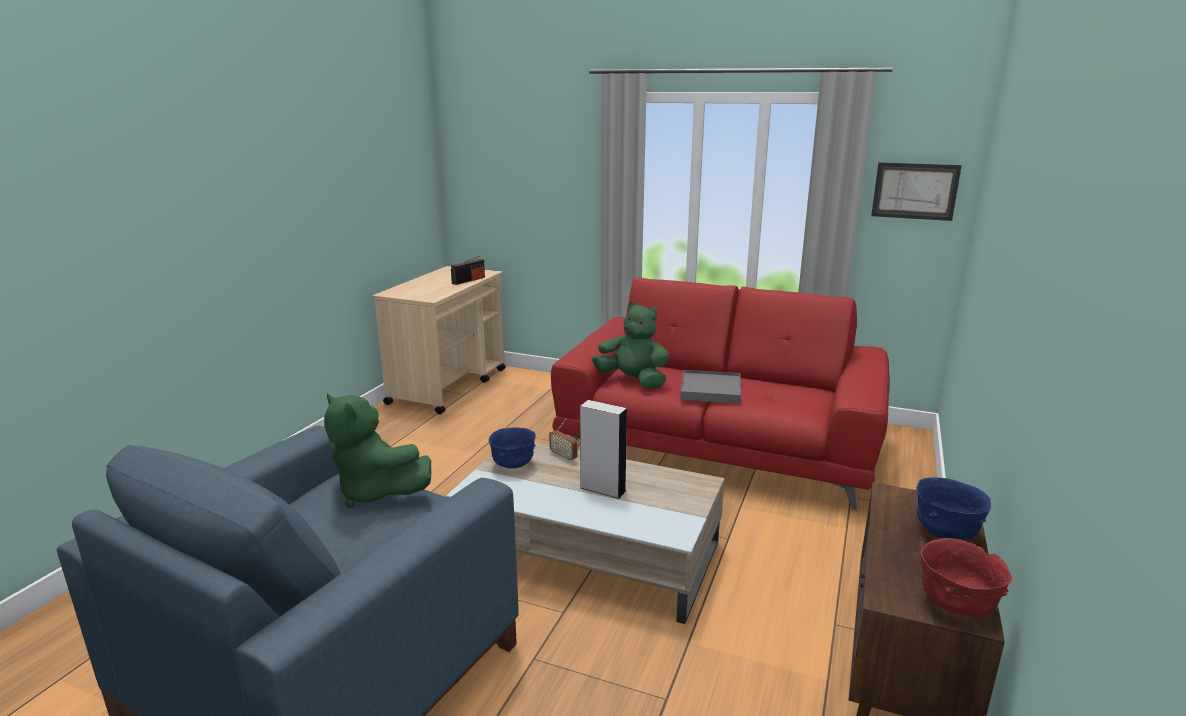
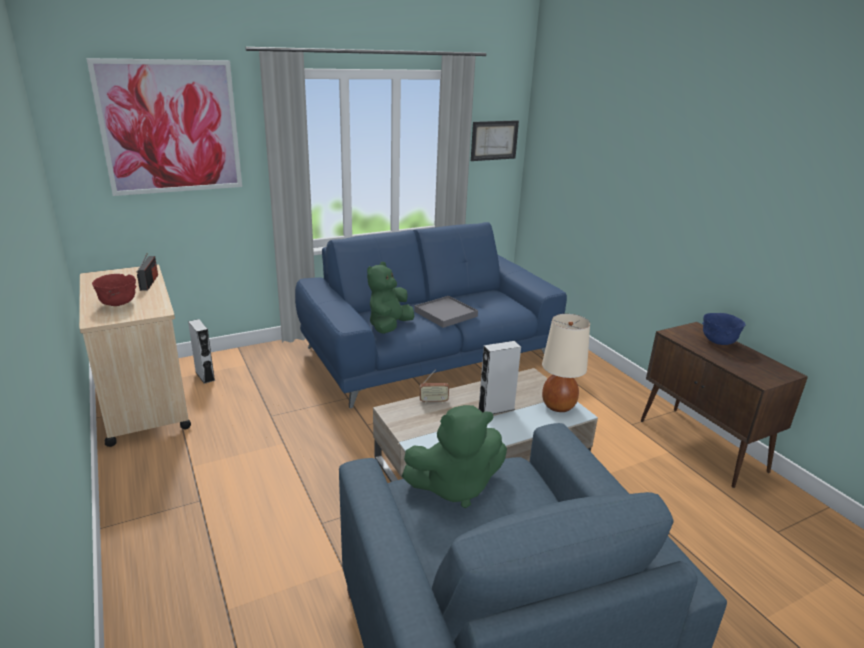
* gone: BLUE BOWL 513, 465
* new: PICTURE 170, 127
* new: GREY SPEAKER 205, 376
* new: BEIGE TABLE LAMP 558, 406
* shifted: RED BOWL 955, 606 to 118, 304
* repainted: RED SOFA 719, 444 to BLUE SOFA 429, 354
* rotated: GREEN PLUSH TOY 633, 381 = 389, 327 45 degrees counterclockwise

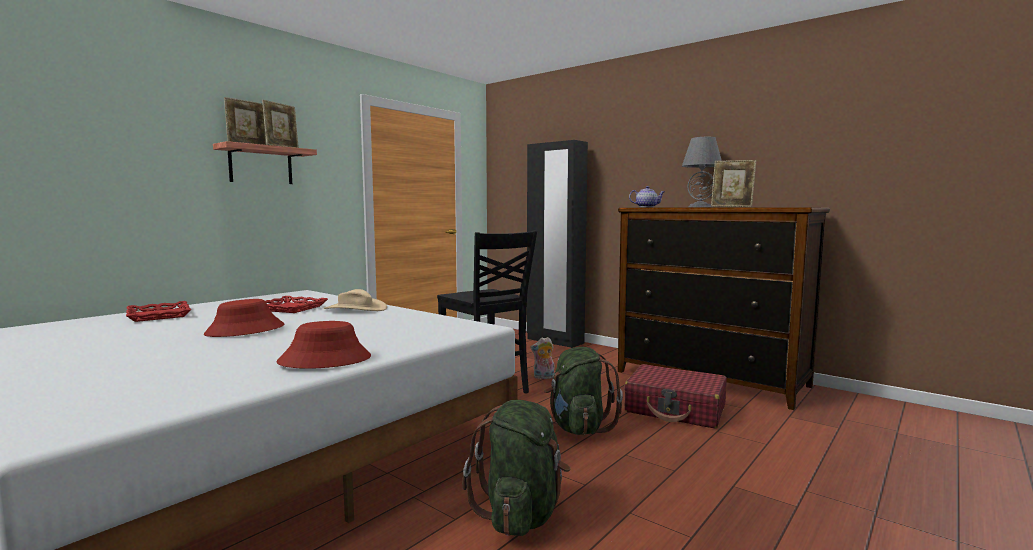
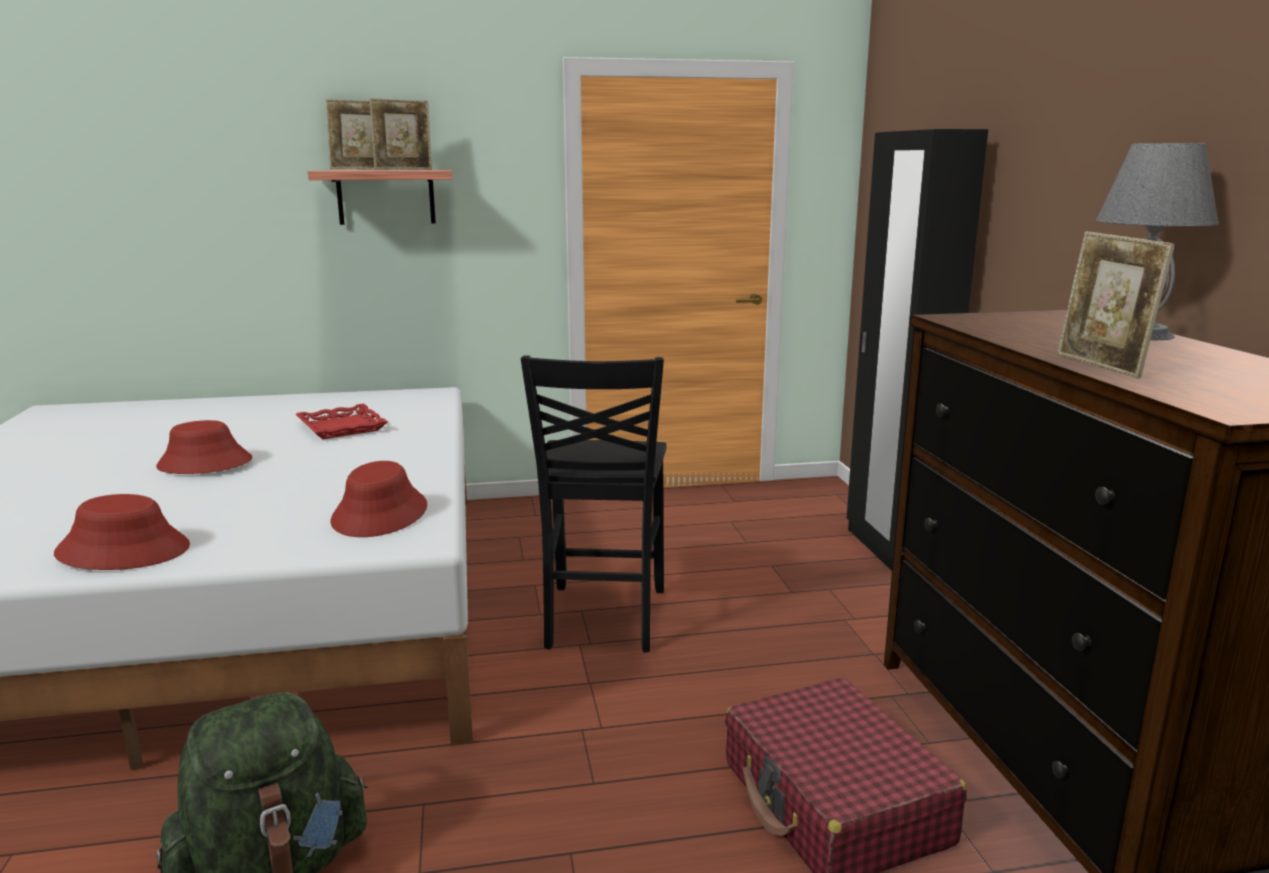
* gone: RED TRAY 158, 315
* gone: BEIGE HAT 355, 309
* gone: PLUSH TOY 543, 377
* gone: GREEN BACKPACK 578, 427
* gone: TEAPOT 646, 207
* new: RED HAT 380, 514

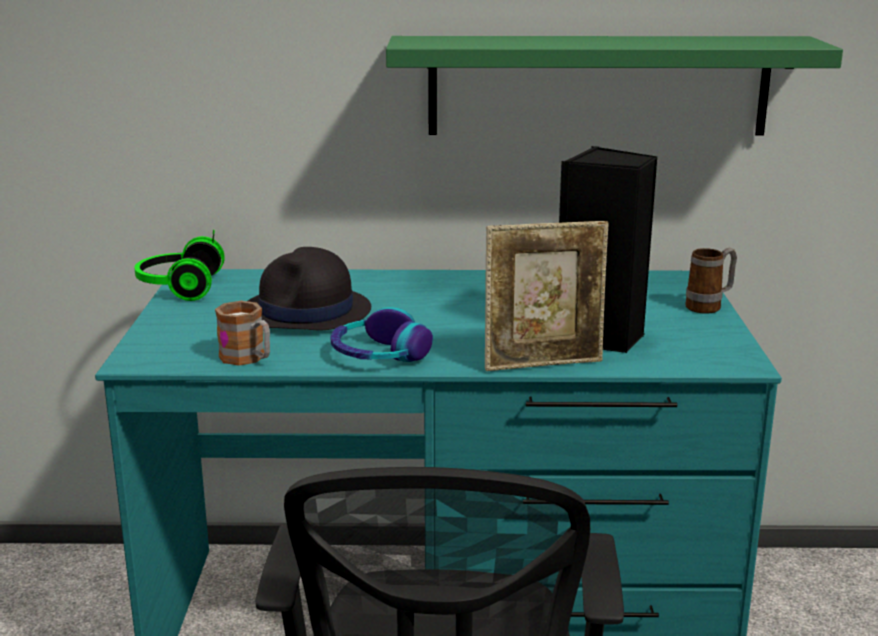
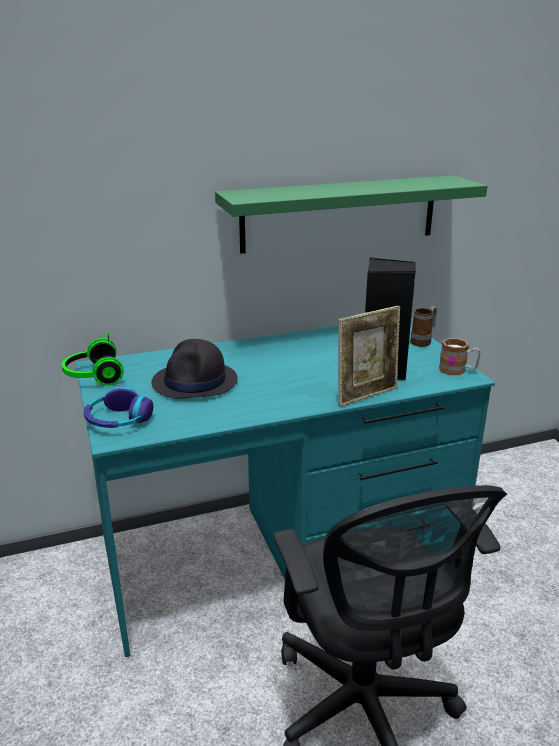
* shifted: MUG 248, 359 to 458, 370
* shifted: HEADPHONES 379, 354 to 118, 420

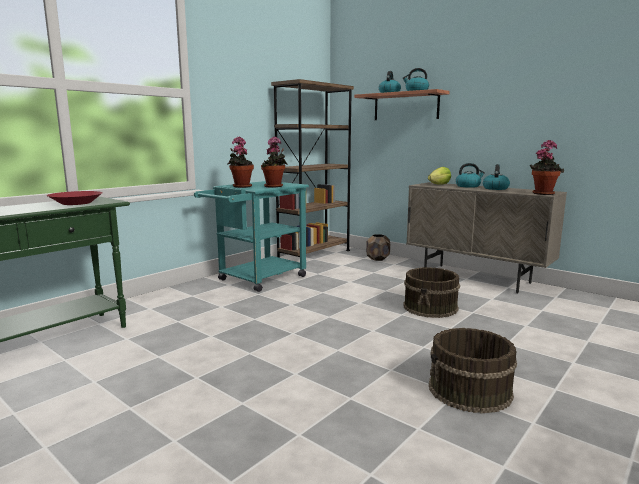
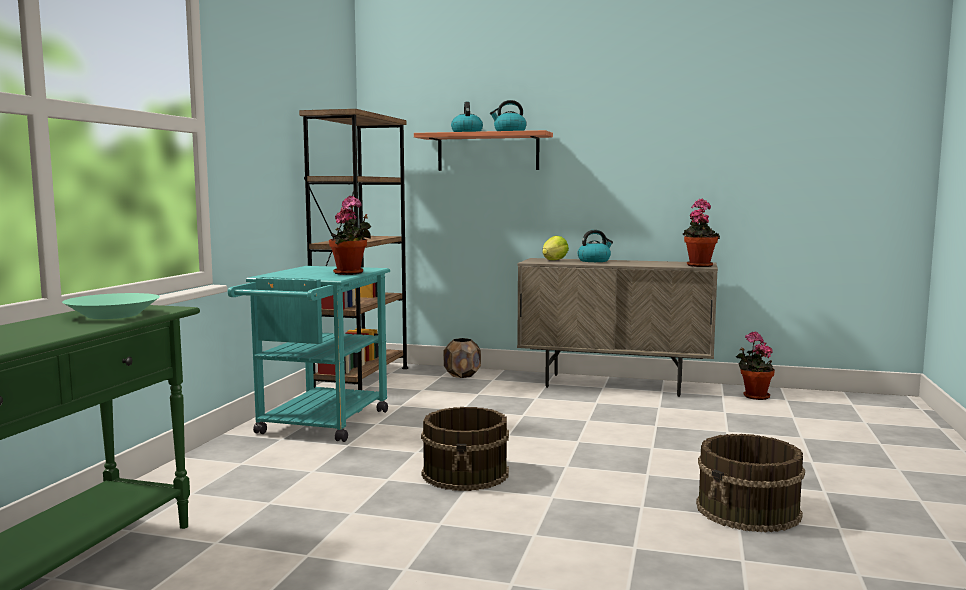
* gone: KETTLE 495, 188
* shifted: POTTED PLANT 241, 186 to 753, 396
* shifted: BROWN BUCKET 431, 307 to 466, 473
* repainted: RED BOWL 76, 203 to TURQUOISE BOWL 112, 315

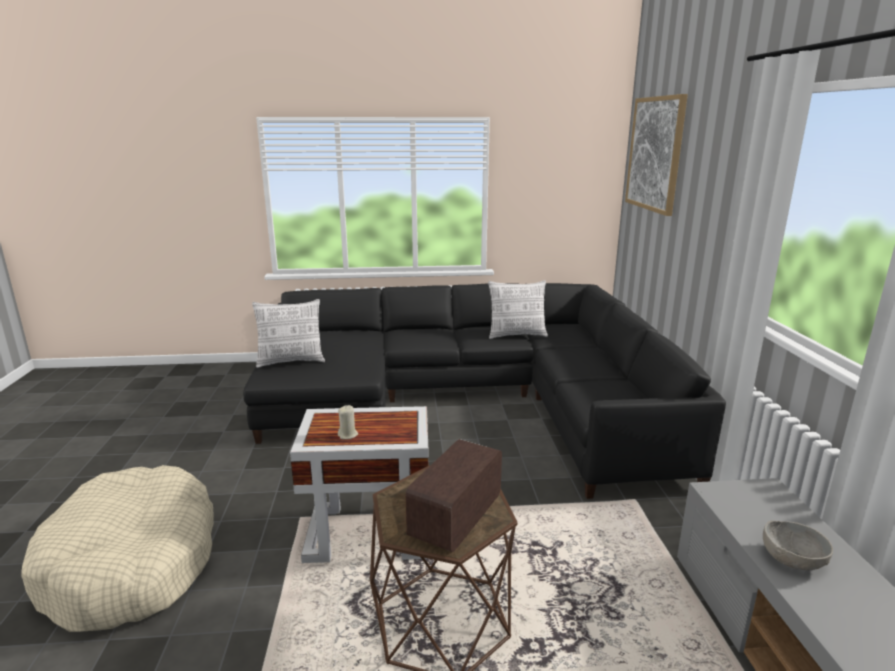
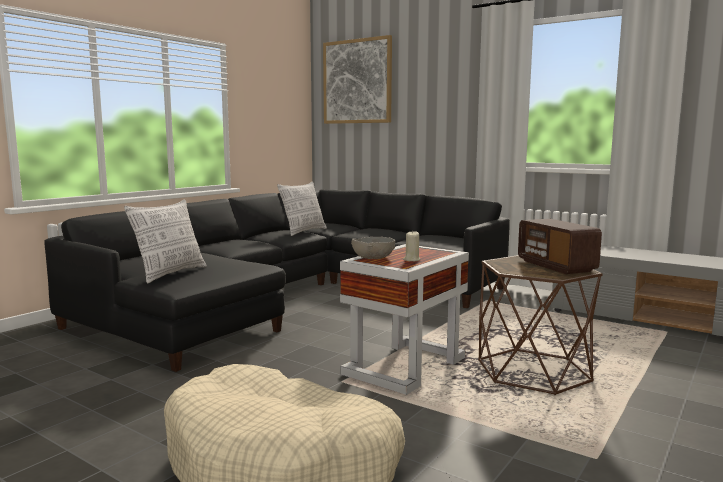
* shifted: GREY BOWL 792, 559 to 373, 257

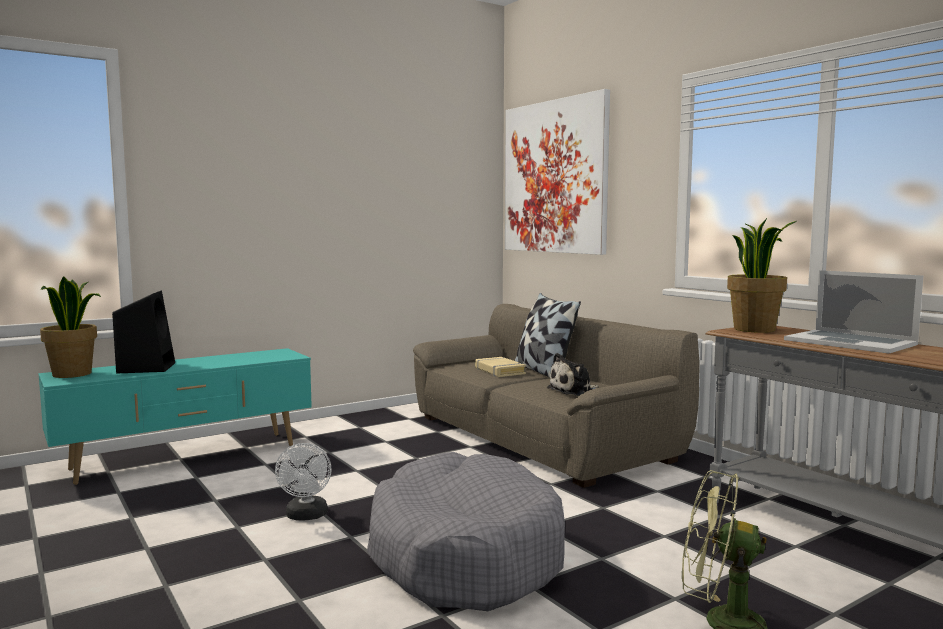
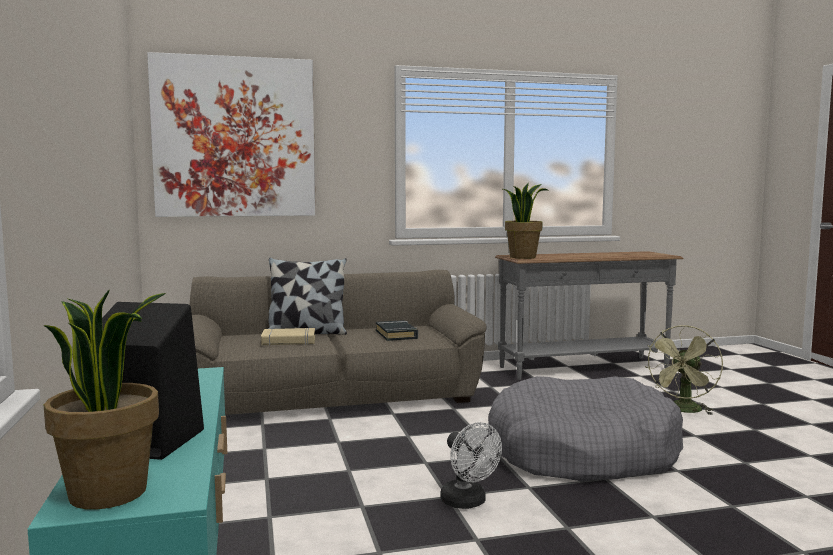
* gone: LAPTOP 850, 342
* swapped: PLUSH TOY 574, 391 to BLACK BOOK 396, 334
* rotated: WHITE FAN 306, 516 = 468, 502 45 degrees clockwise

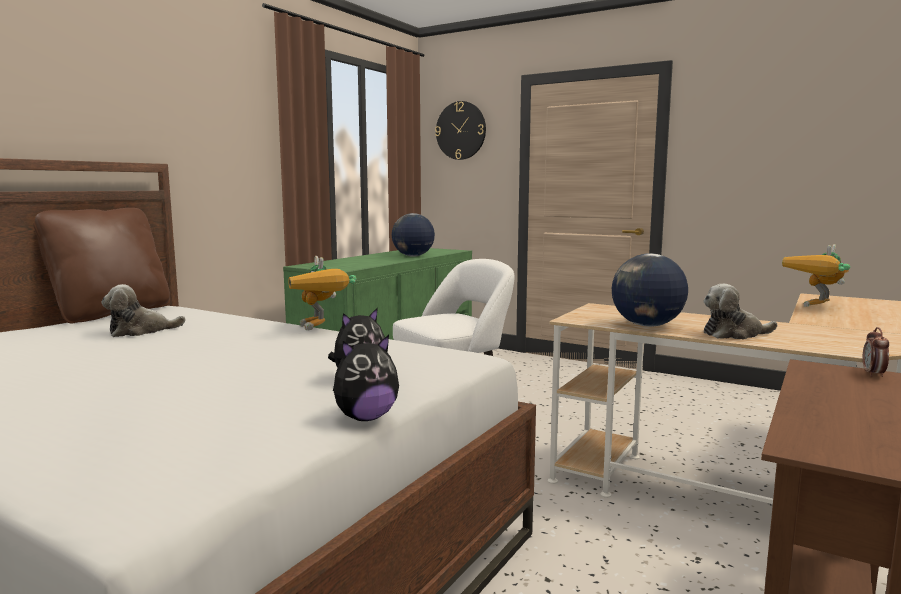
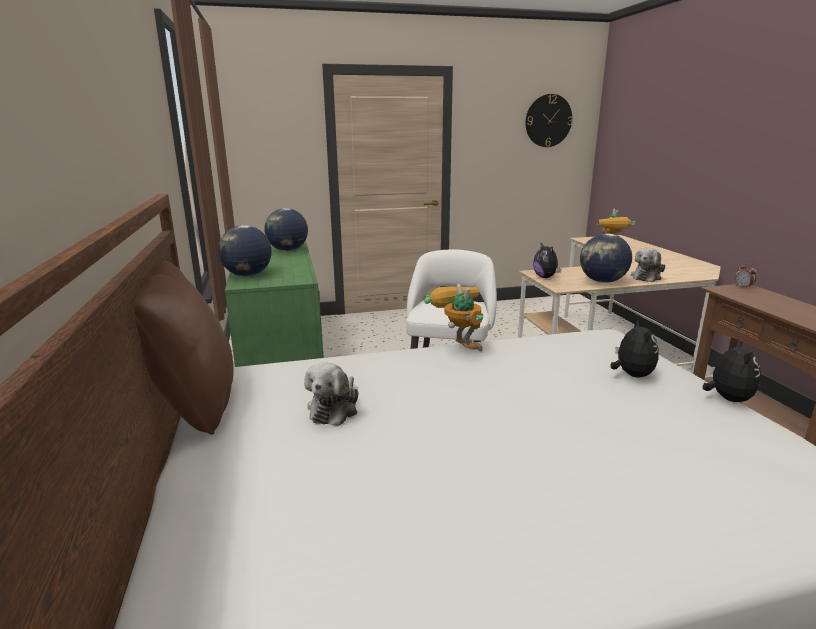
* new: GLOBE 247, 275
* new: PLUSH TOY 545, 277
* shifted: WALL CLOCK 461, 130 to 548, 120
* rotated: TOY ROBOT 321, 328 = 457, 345 135 degrees counterclockwise

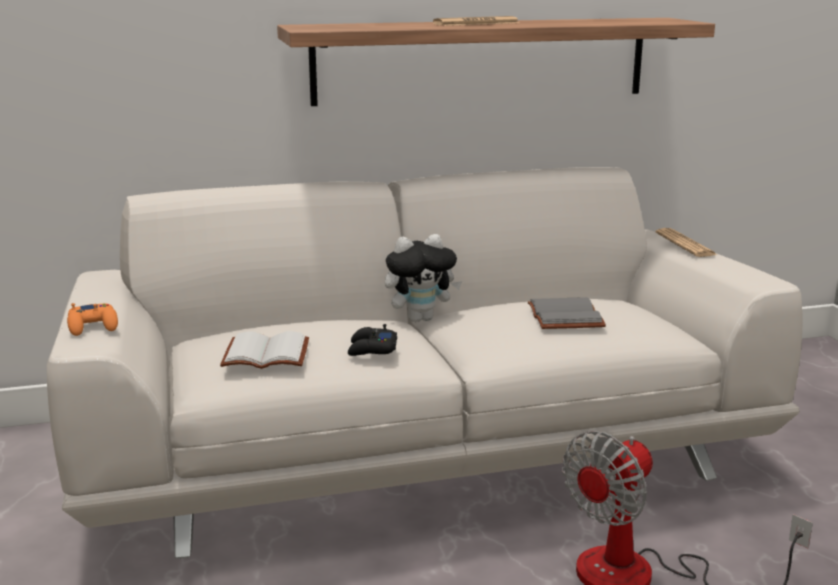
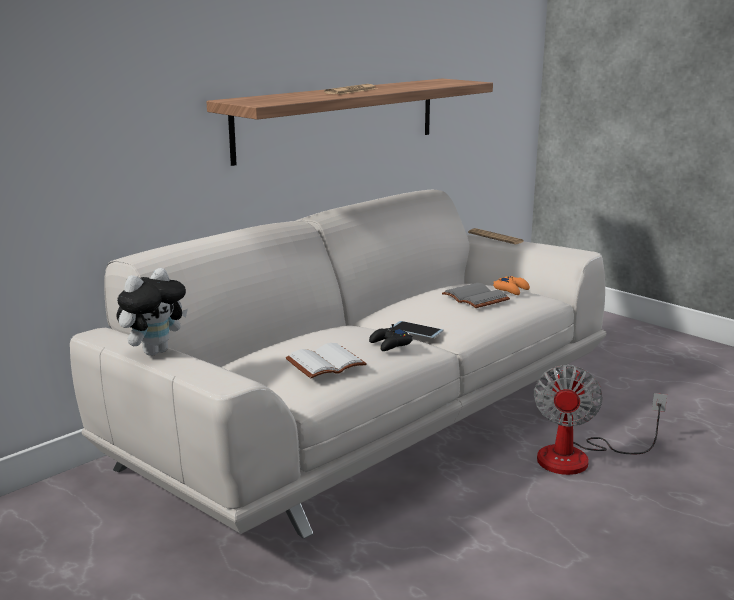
* new: PHONE 416, 330
* shifted: ORANGE GAME CONTROLLER 93, 326 to 511, 289
* shifted: PLUSH TOY 421, 318 to 155, 351

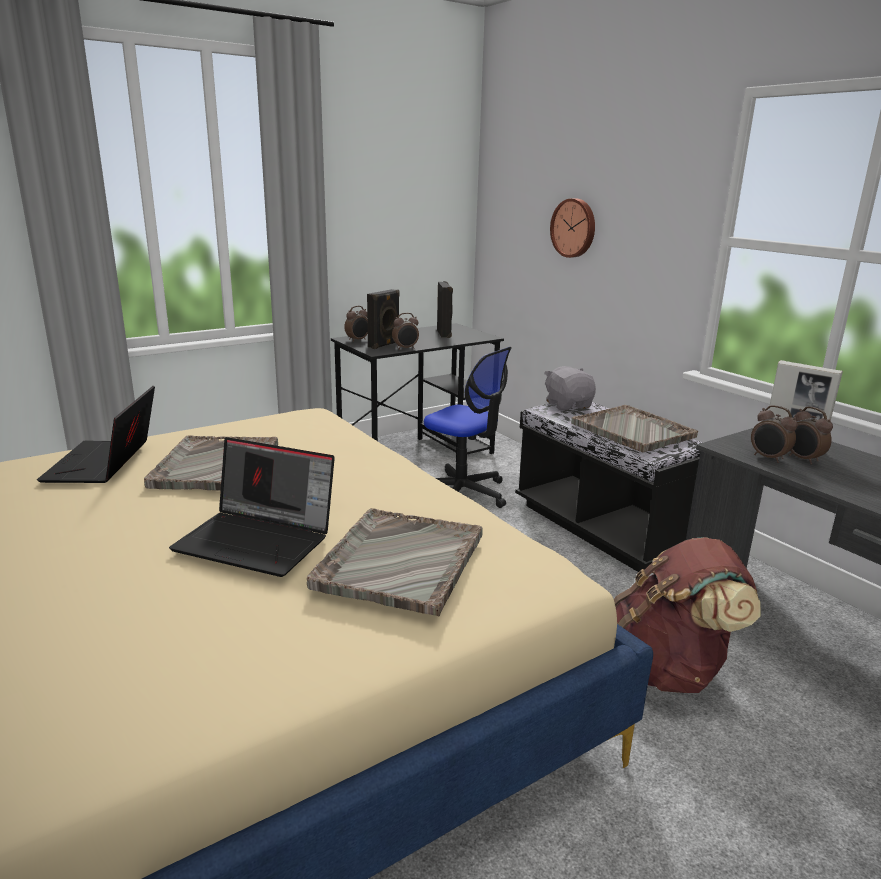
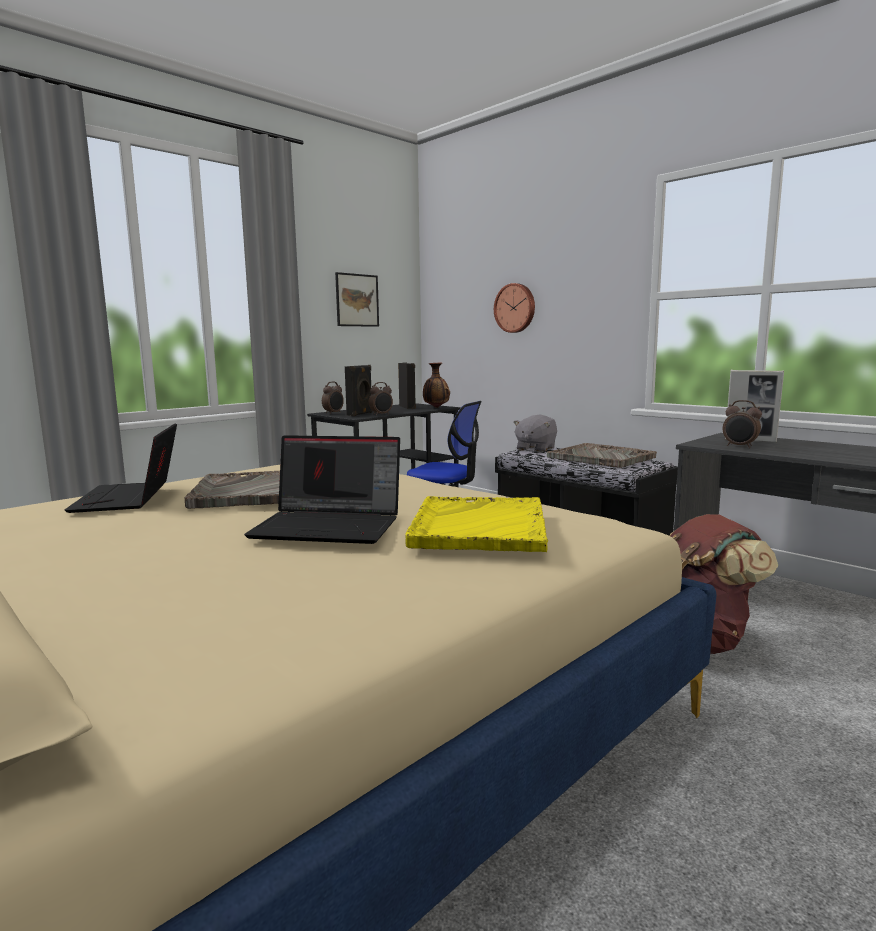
* gone: ALARM CLOCK 803, 459
* new: PICTURE 357, 300
* new: VASE 436, 407
* repainted: GREY TRAY 399, 562 to YELLOW TRAY 478, 526
* rotated: GREY PLUSH TOY 568, 405 = 535, 449 120 degrees counterclockwise

